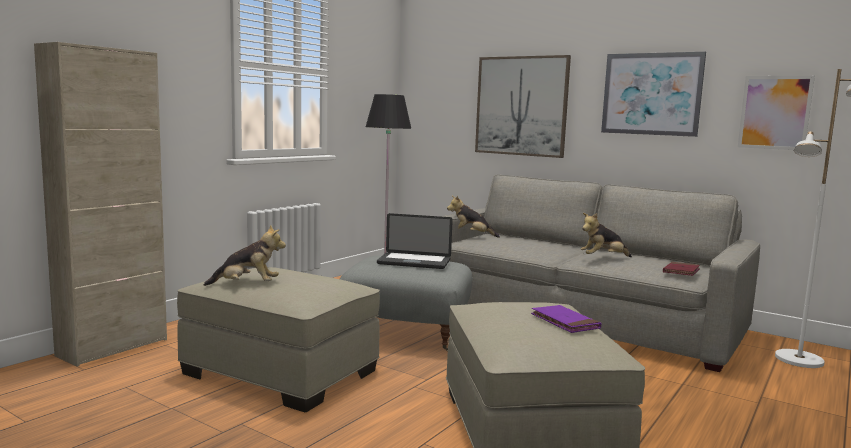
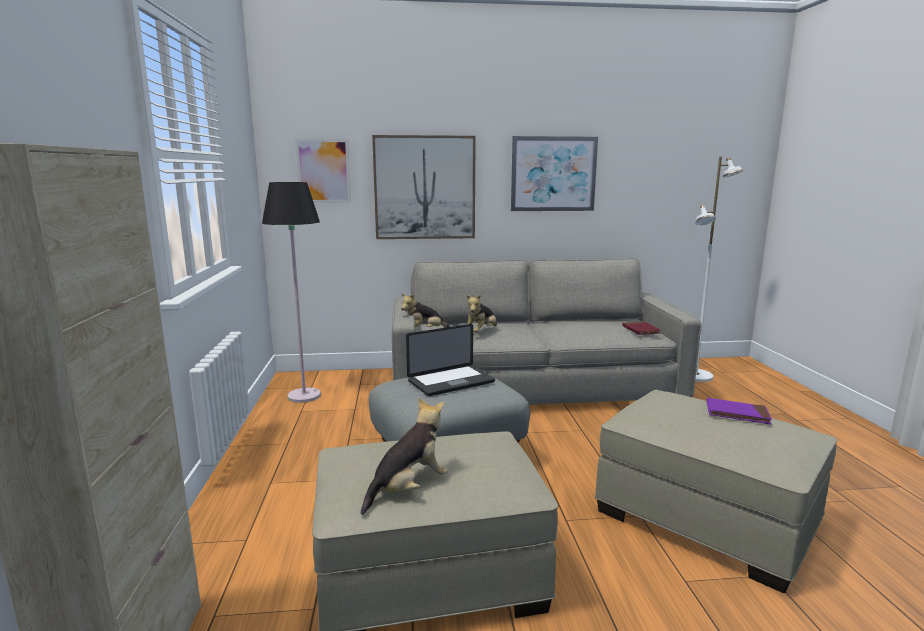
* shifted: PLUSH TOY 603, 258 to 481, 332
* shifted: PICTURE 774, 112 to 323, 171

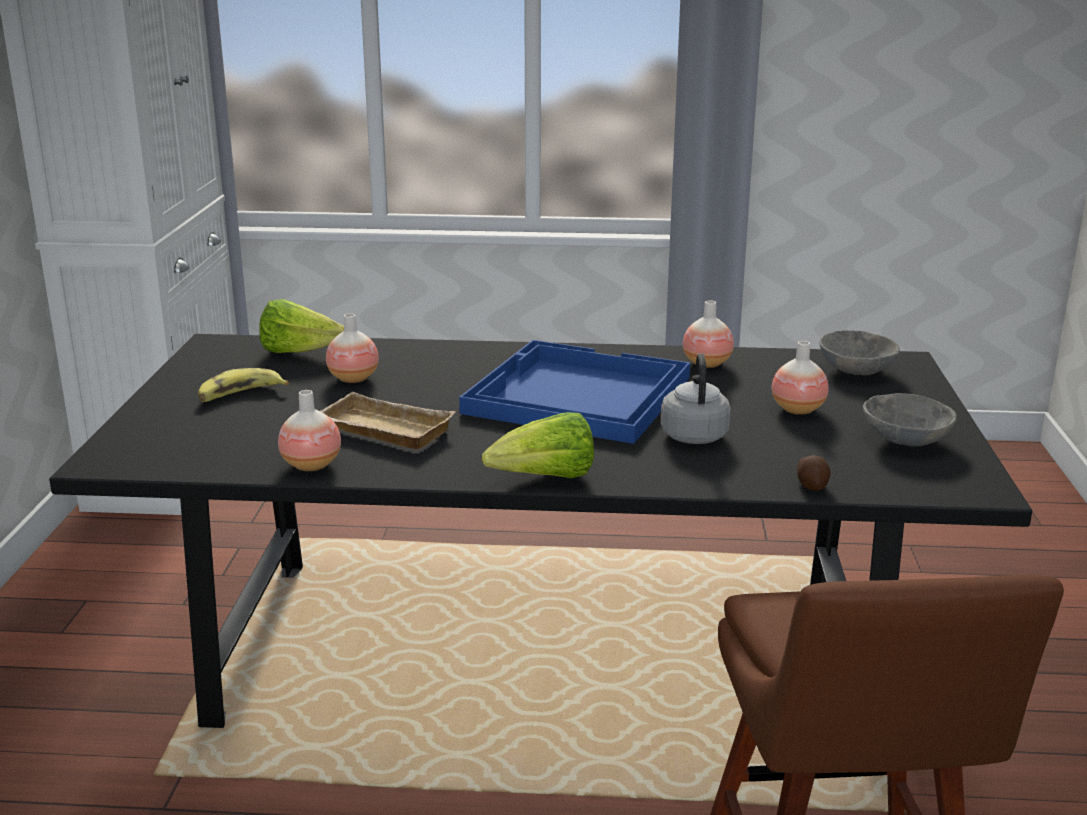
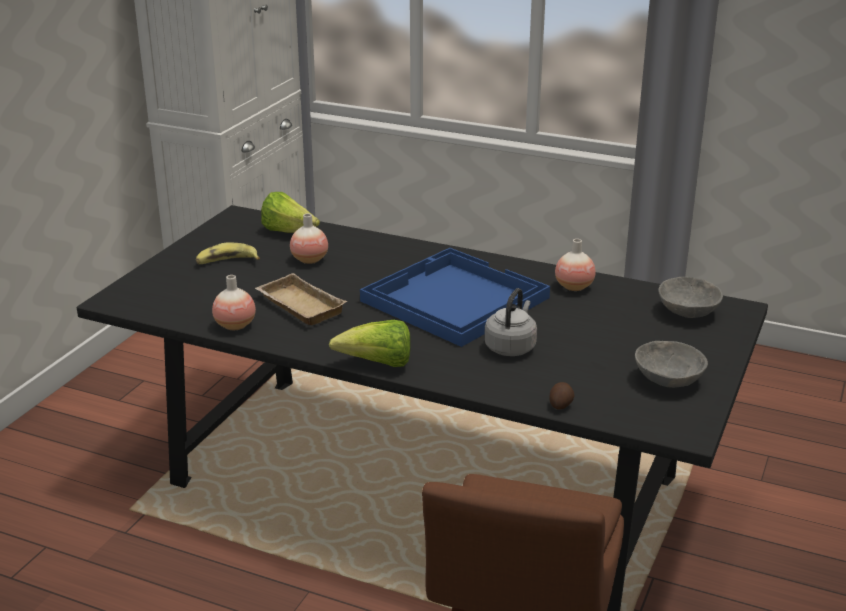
* gone: VASE 797, 409

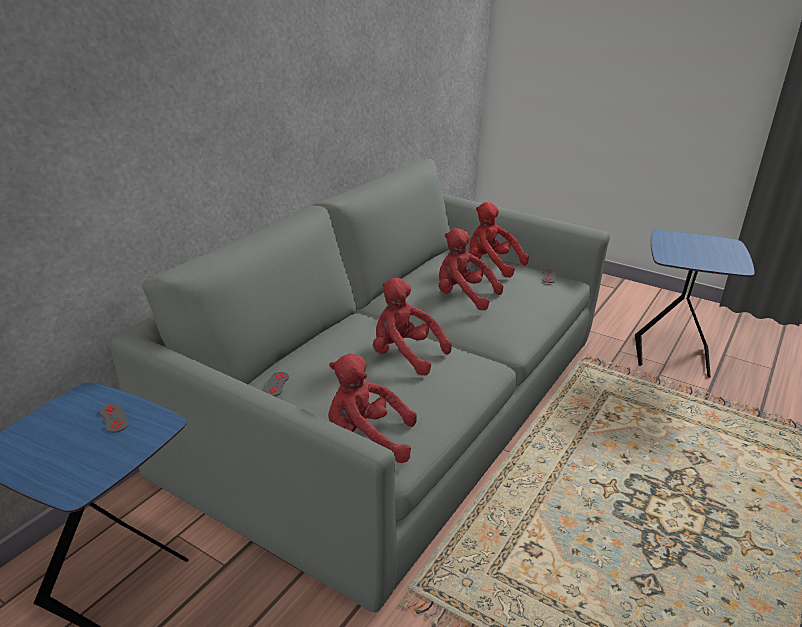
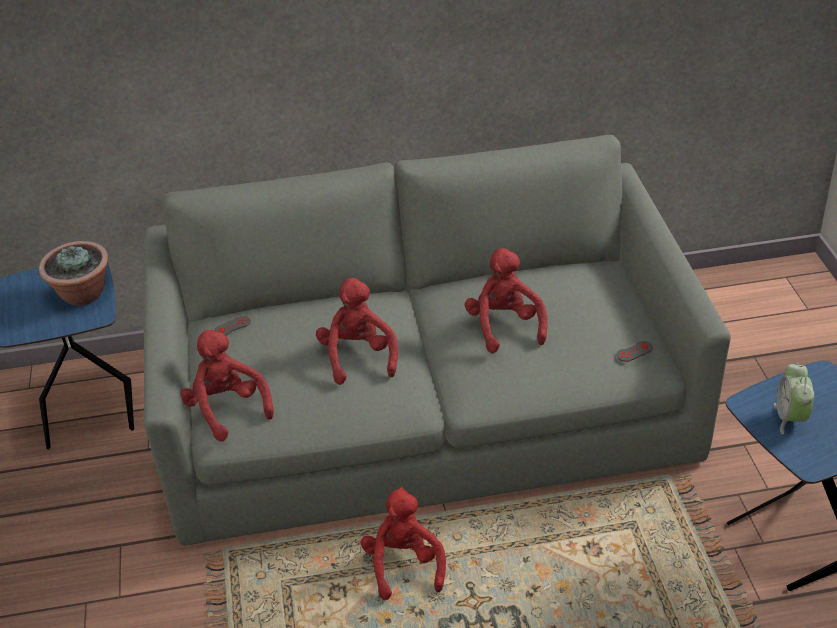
* new: ALARM CLOCK 790, 418
* shifted: RED PLUSH TOY 491, 265 to 404, 565
* swapped: GREY GAME CONTROLLER 113, 418 to POTTED PLANT 82, 295

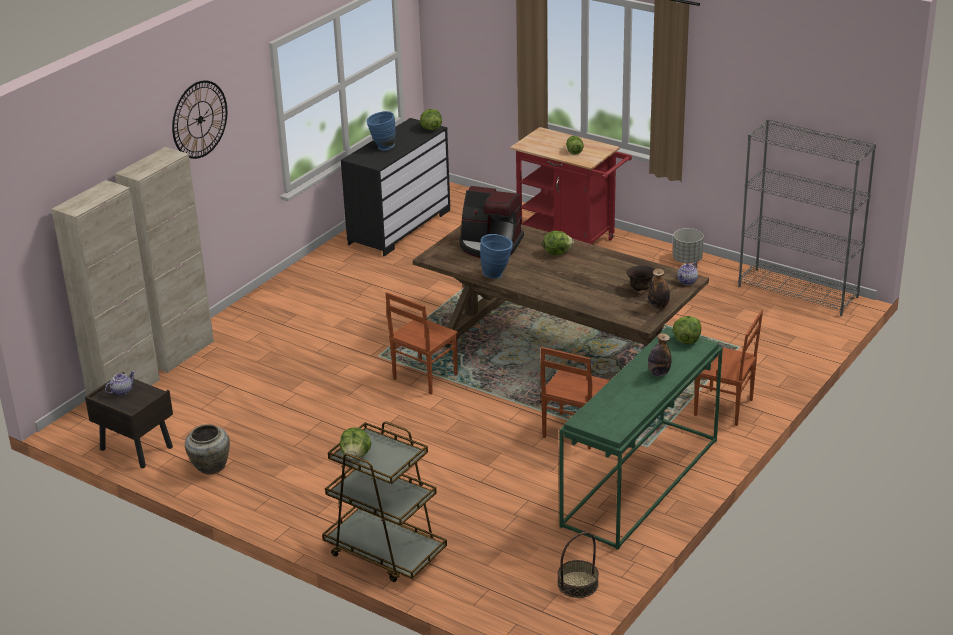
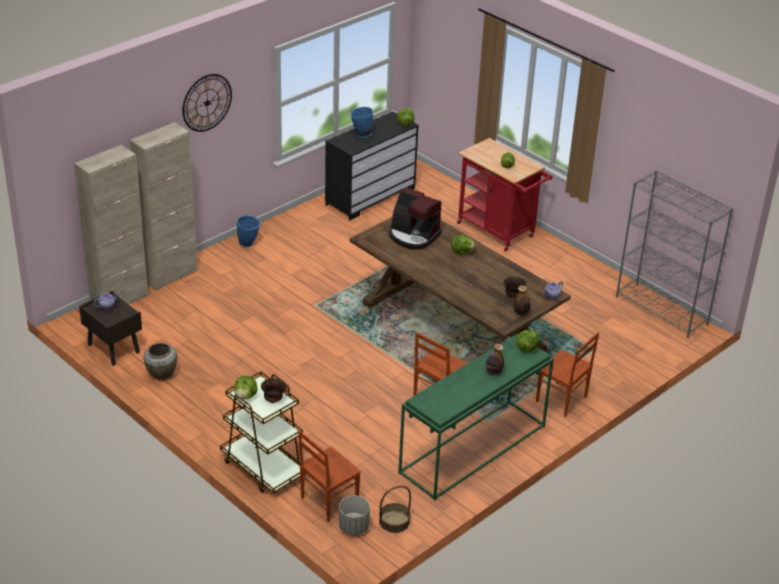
* new: BROWN BOWL 273, 399
* shifted: BROWN CHAIR 424, 377 to 328, 501
* shifted: BLUE VASE 497, 275 to 249, 244
* shifted: GREY PLANTER 687, 260 to 353, 527

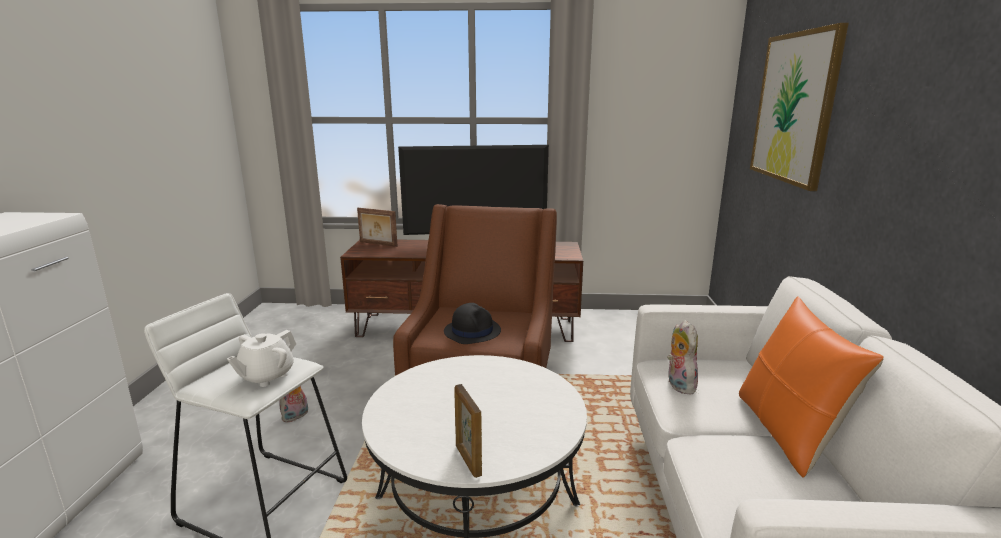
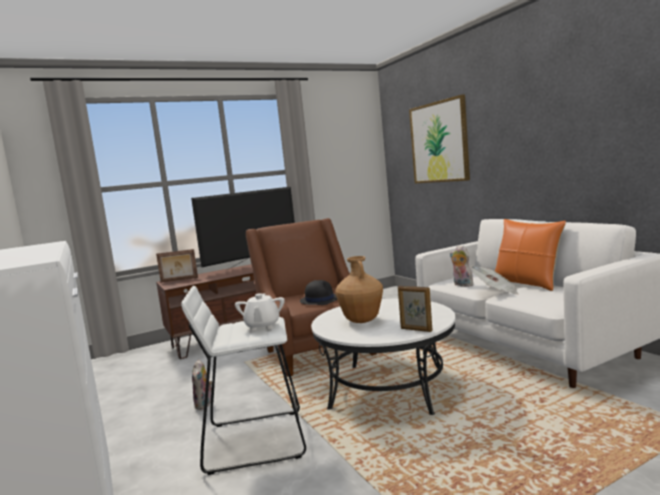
* new: BROWN VASE 362, 321
* new: NEWSPAPER 496, 292

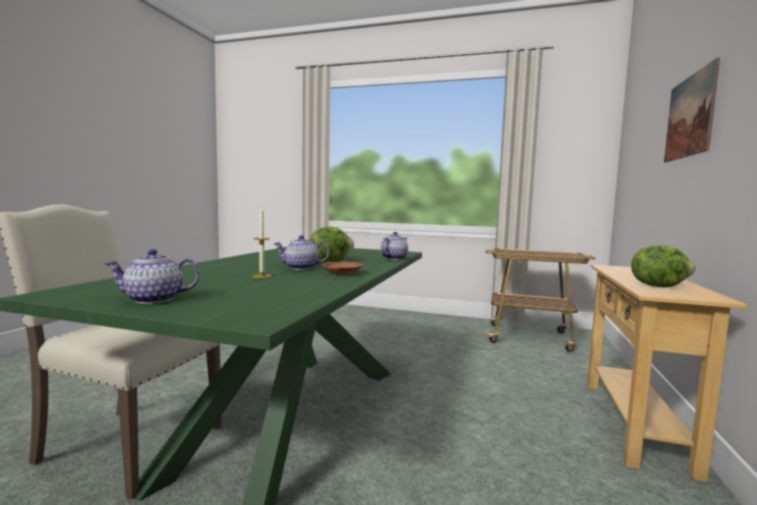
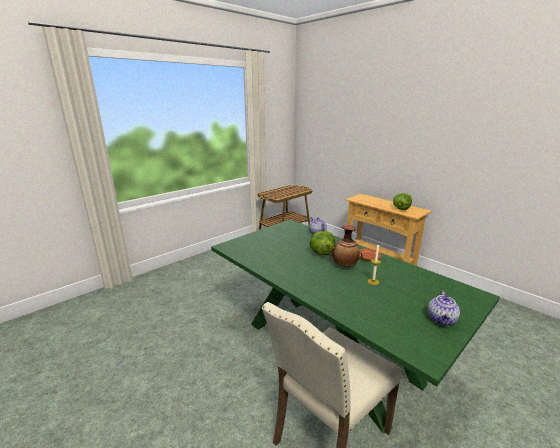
* gone: PICTURE 689, 116
* swapped: TEAPOT 301, 268 to VASE 345, 265

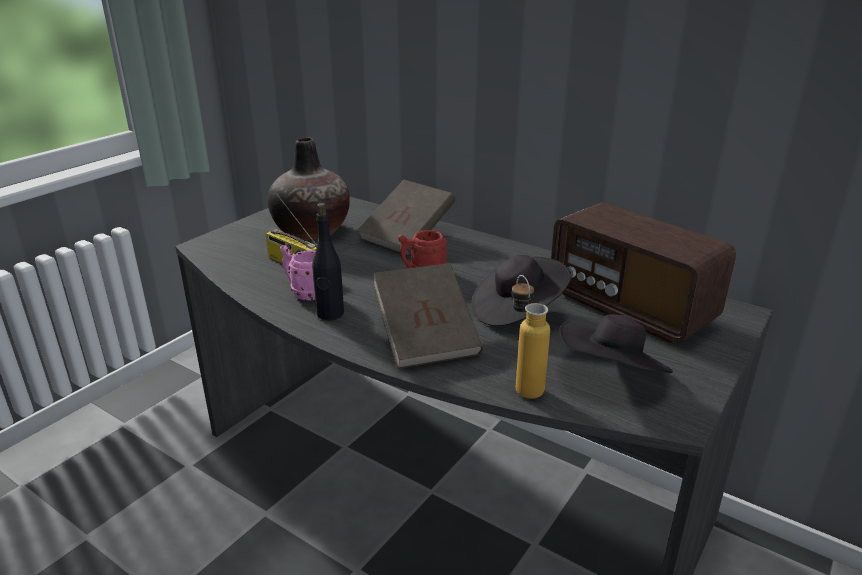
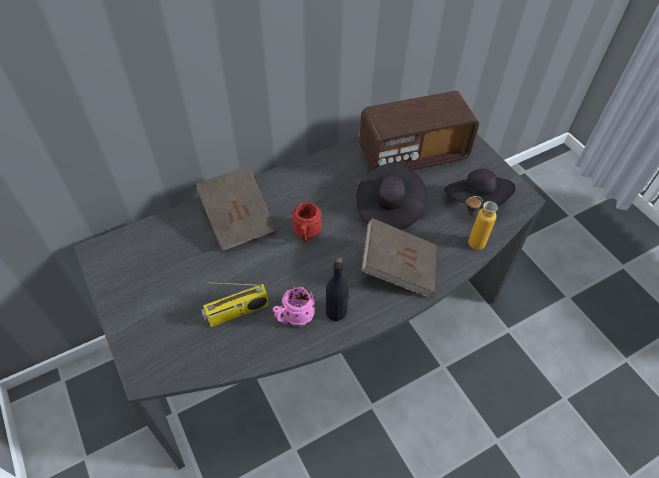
* gone: VASE 312, 231

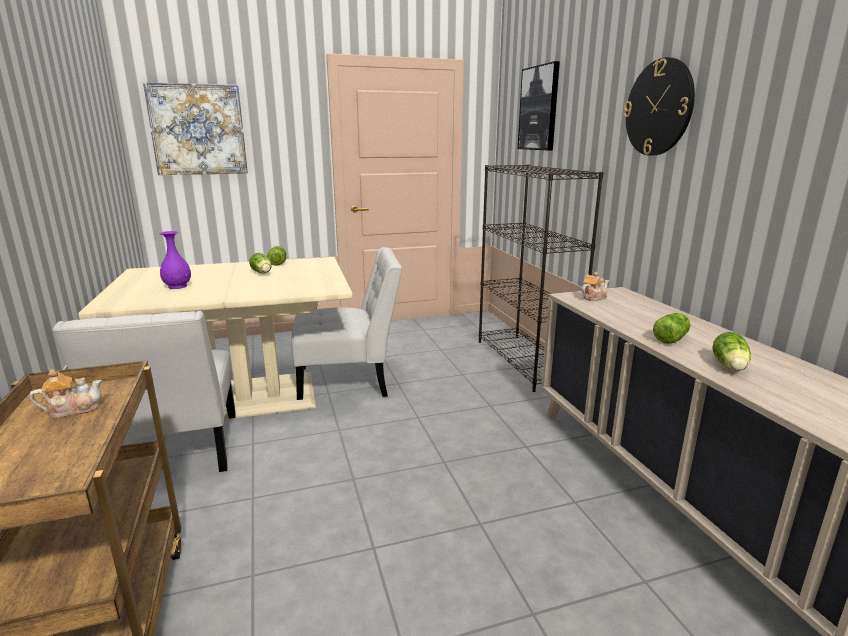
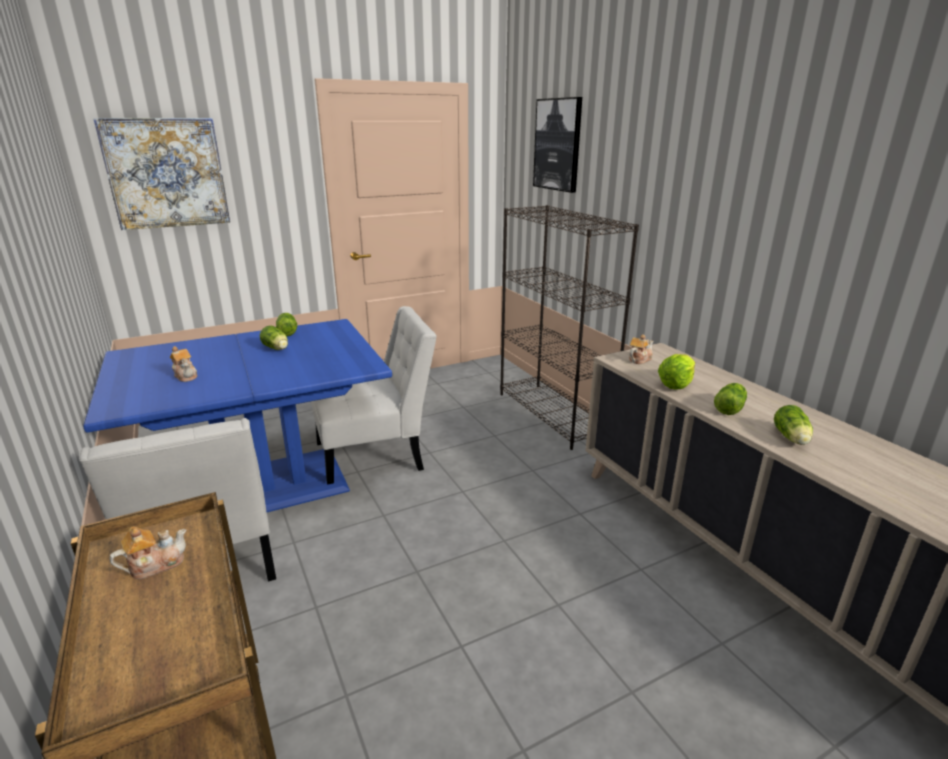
* gone: WALL CLOCK 659, 108
* new: LETTUCE 676, 384
* swapped: PURPLE VASE 178, 286 to TEAPOT 186, 376
* repainted: BEIGE DINING TABLE 245, 397 to BLUE DINING TABLE 265, 486

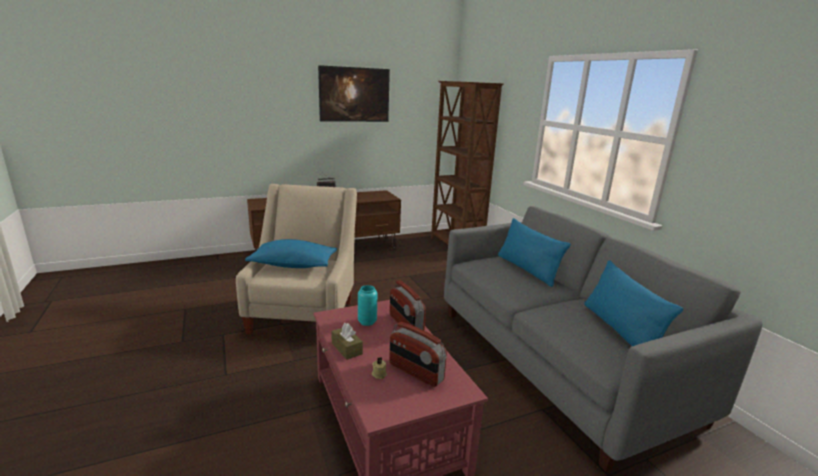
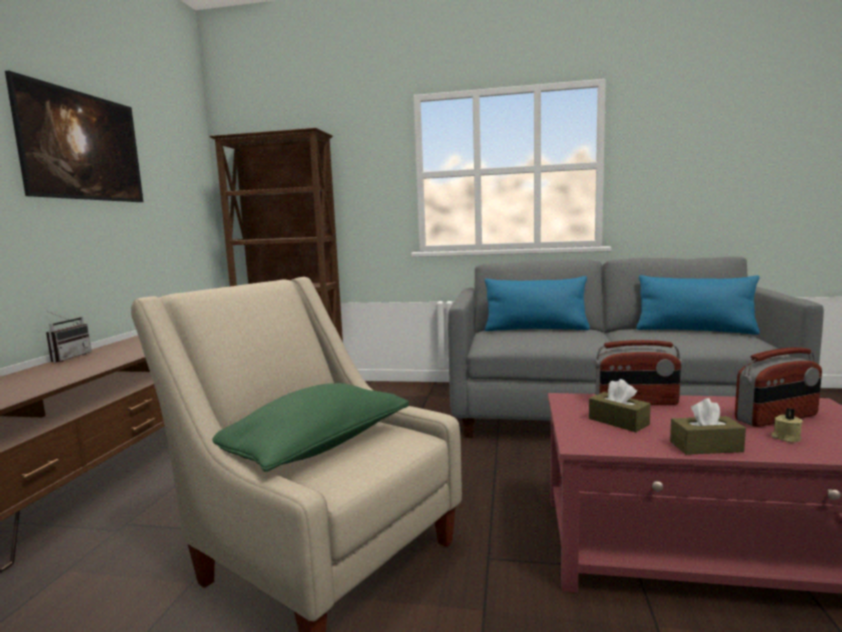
* swapped: TURQUOISE VASE 367, 322 to BROWN TISSUE BOX 618, 421
* repainted: BLUE PILLOW 293, 265 to GREEN PILLOW 315, 447

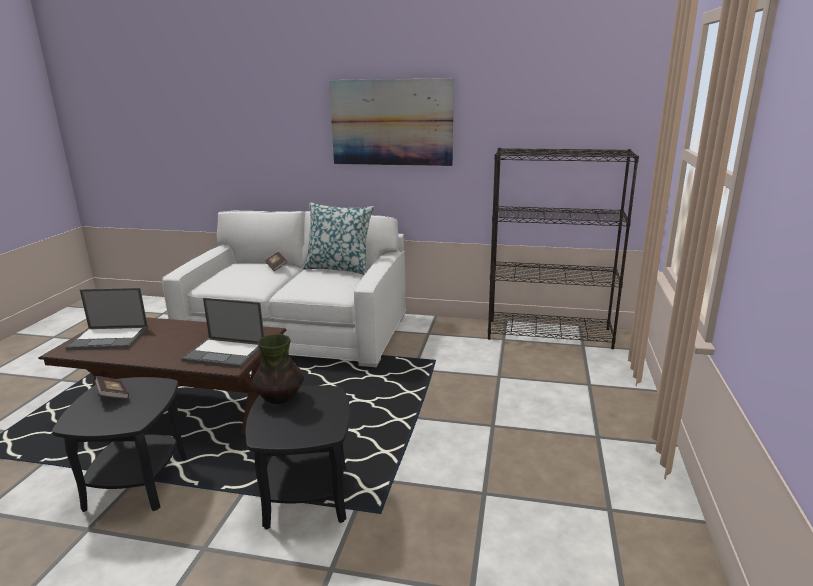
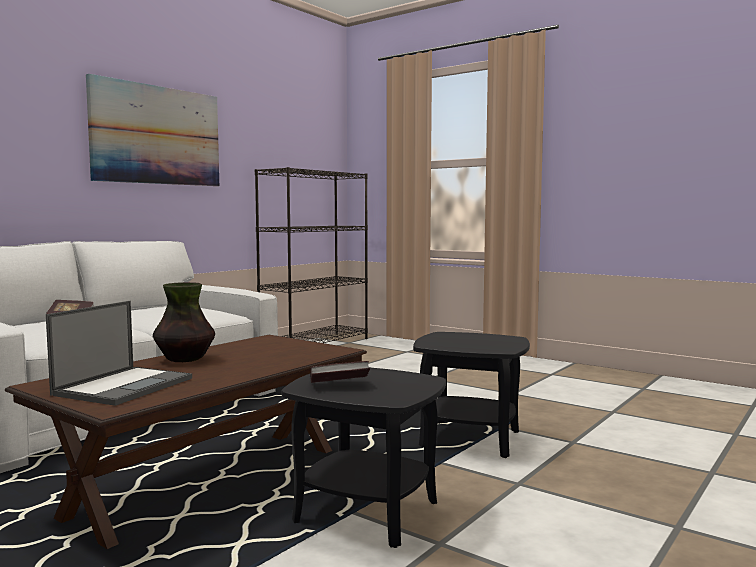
* gone: LAPTOP 225, 353
* gone: PILLOW 339, 268
* shifted: VASE 280, 398 to 185, 359

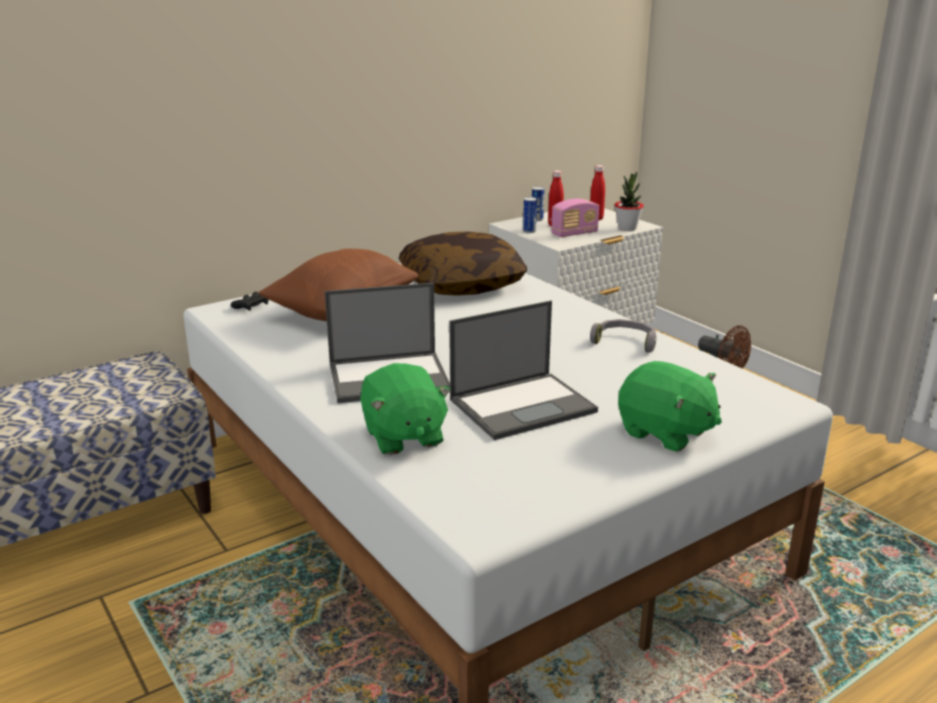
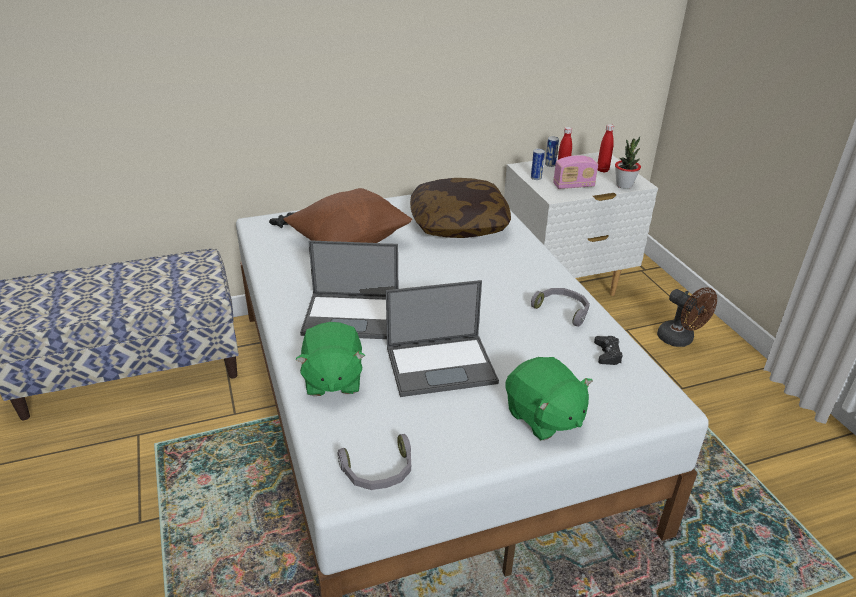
* new: GREY HEADPHONES 379, 472
* new: BLACK GAME CONTROLLER 607, 354

